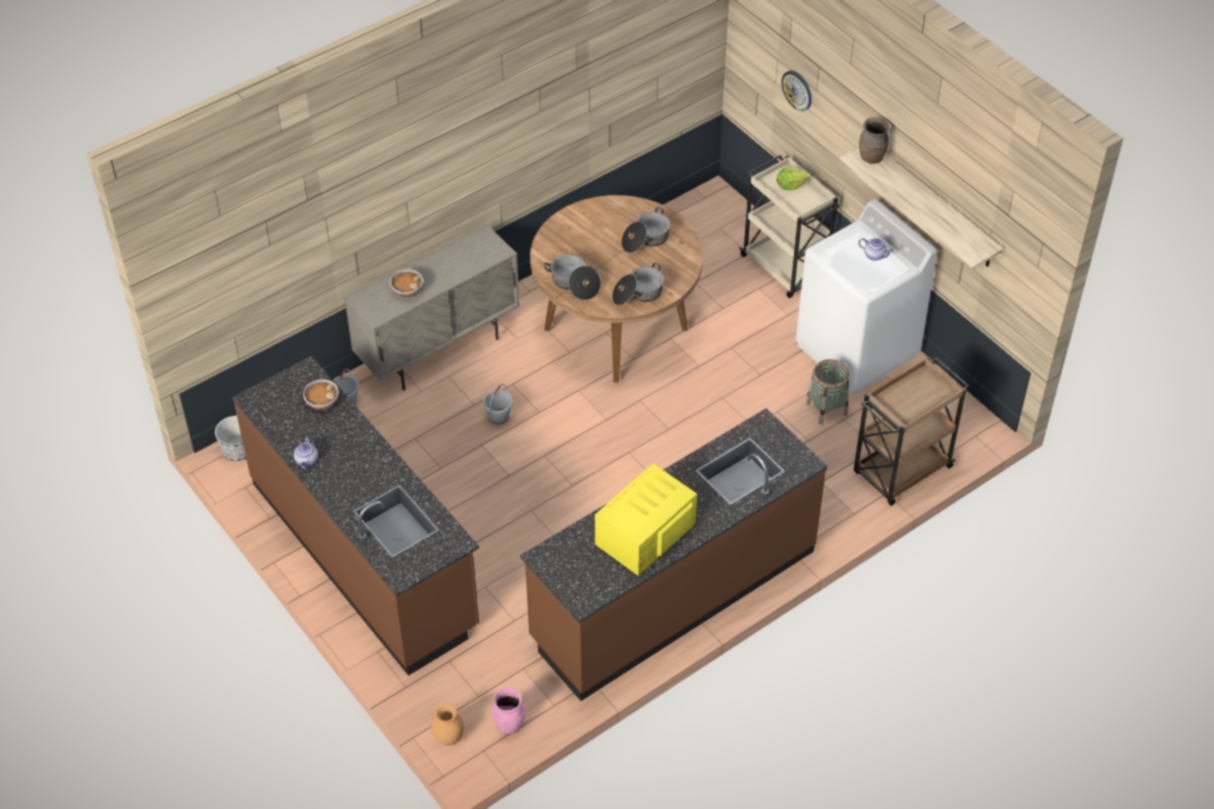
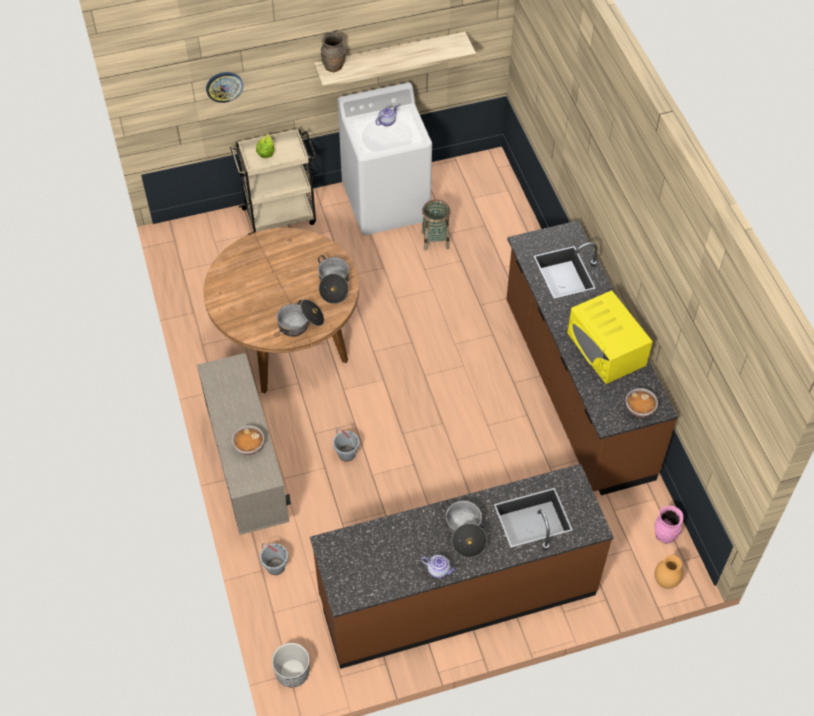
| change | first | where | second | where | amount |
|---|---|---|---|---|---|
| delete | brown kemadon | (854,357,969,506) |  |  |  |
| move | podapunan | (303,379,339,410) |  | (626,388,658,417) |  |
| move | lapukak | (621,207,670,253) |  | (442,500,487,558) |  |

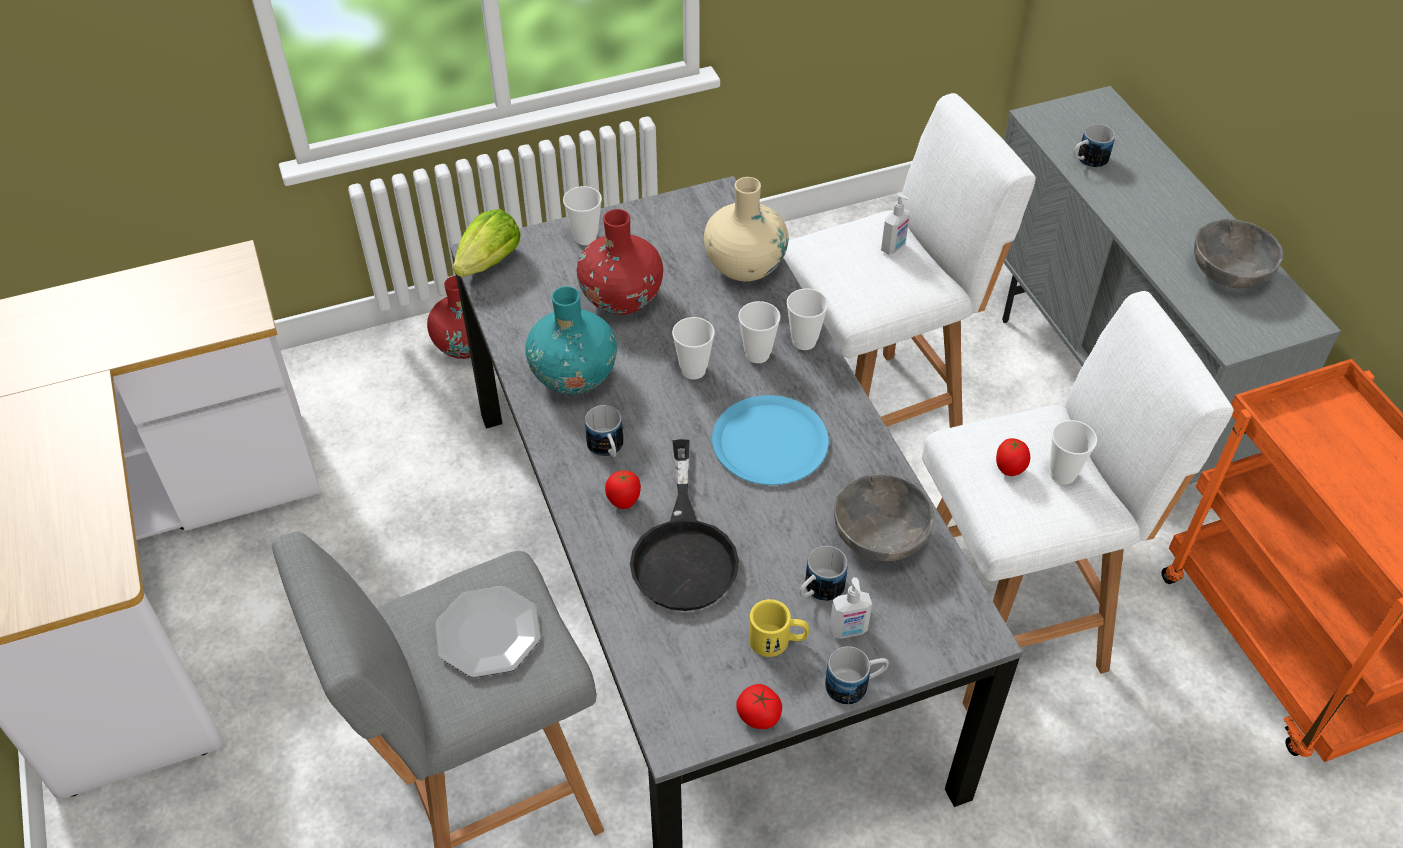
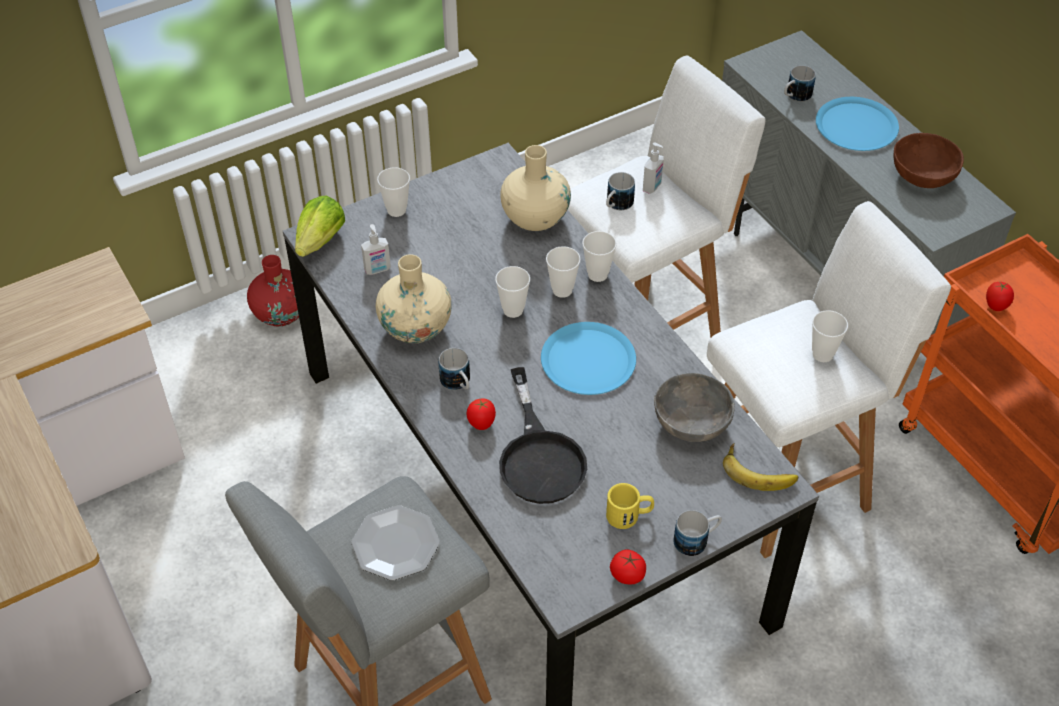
| change | first | where | second | where | amount |
|---|---|---|---|---|---|
| delete | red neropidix | (577,209,663,315) |  |  |  |
| insert |  |  | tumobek | (723,443,798,491) |  |
| insert |  |  | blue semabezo | (816,97,899,151) |  |
| move | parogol | (799,546,847,601) |  | (606,172,635,210) |  |
| move | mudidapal | (829,577,872,639) |  | (361,224,391,275) |  |
| move | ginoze | (996,438,1030,476) |  | (986,281,1014,311) |  |
| recolor | turquoise neropidix | (525,286,617,395) | beige neropidix | (376,254,452,343) |  |
| recolor | grey podapunan | (1194,219,1283,289) | brown podapunan | (893,133,964,188) |  |

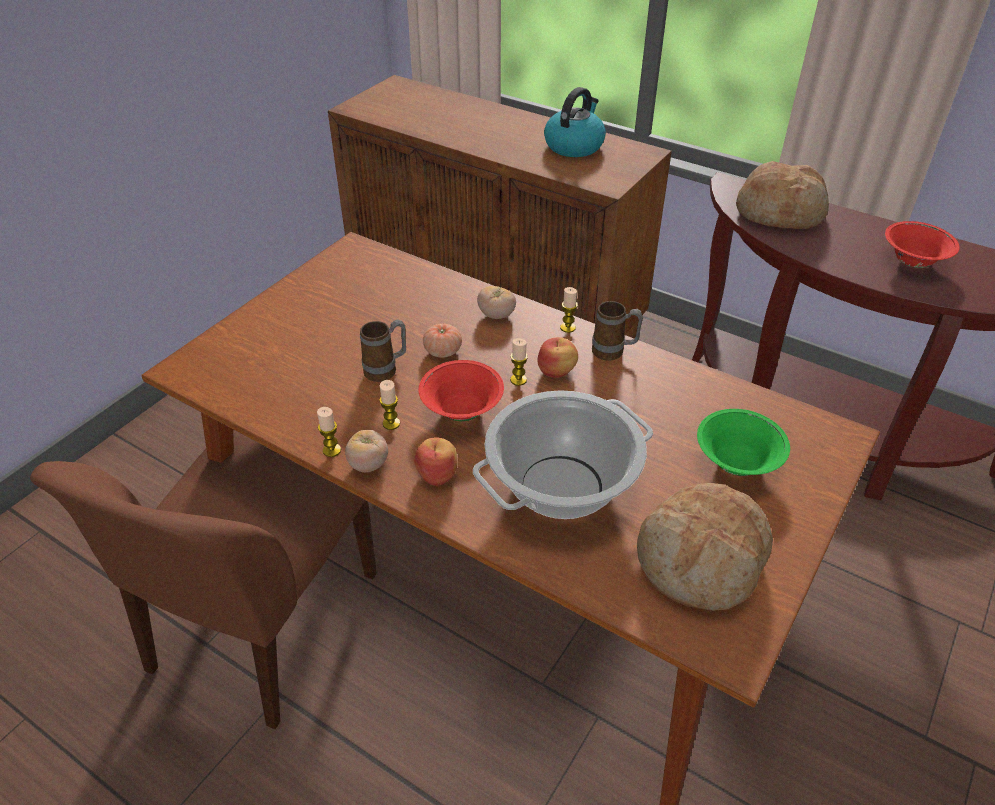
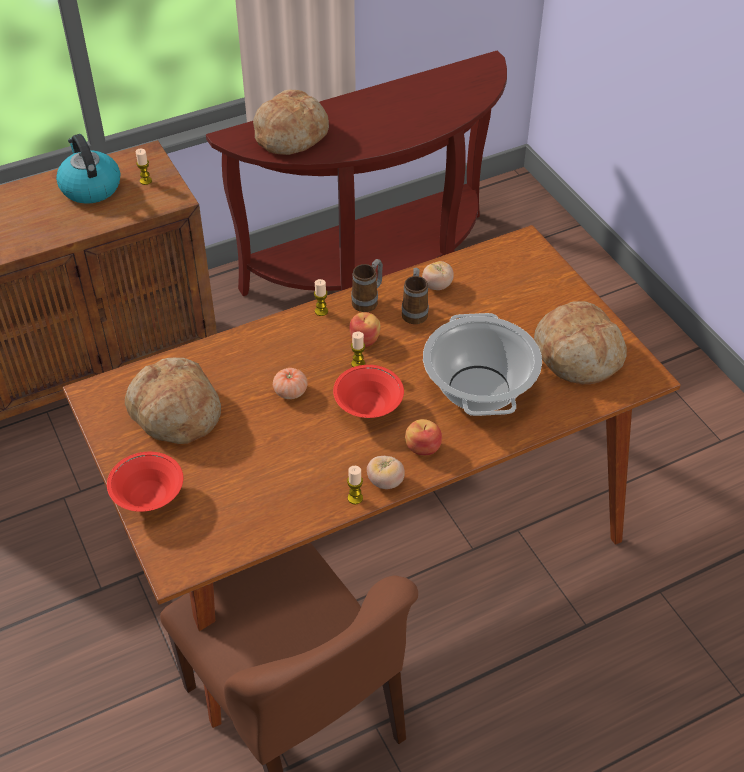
| change | first | where | second | where | amount |
|---|---|---|---|---|---|
| delete | green podapunan | (697,409,790,476) |  |  |  |
| insert |  |  | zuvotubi | (125,358,221,444) |  |
| move | parogol | (360,319,406,382) |  | (402,267,429,324) |  |
| move | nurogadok | (379,380,400,430) |  | (136,149,152,185) |  |
| move | ginoze | (477,286,516,319) |  | (422,261,454,290) |  |
| move | red podapunan | (885,221,960,268) |  | (107,452,183,512) |  |

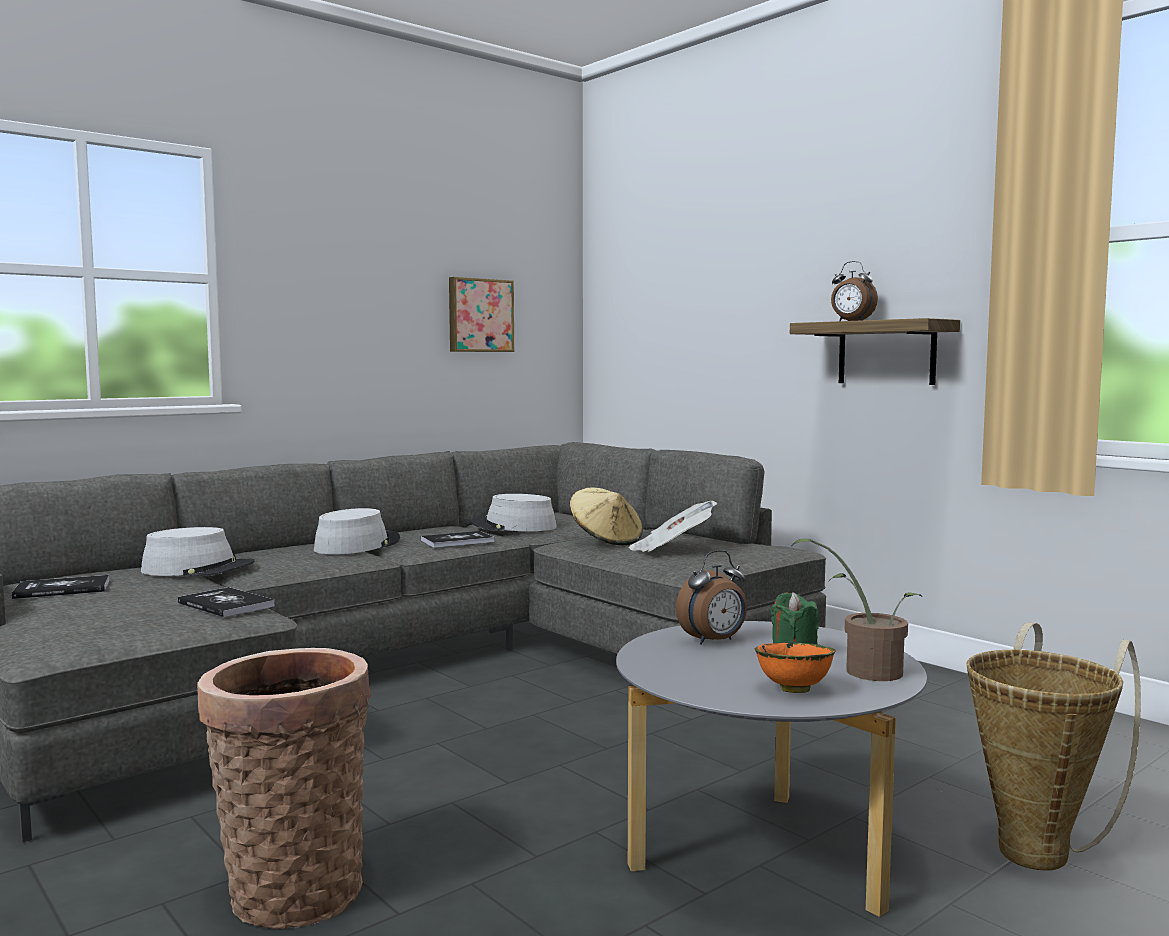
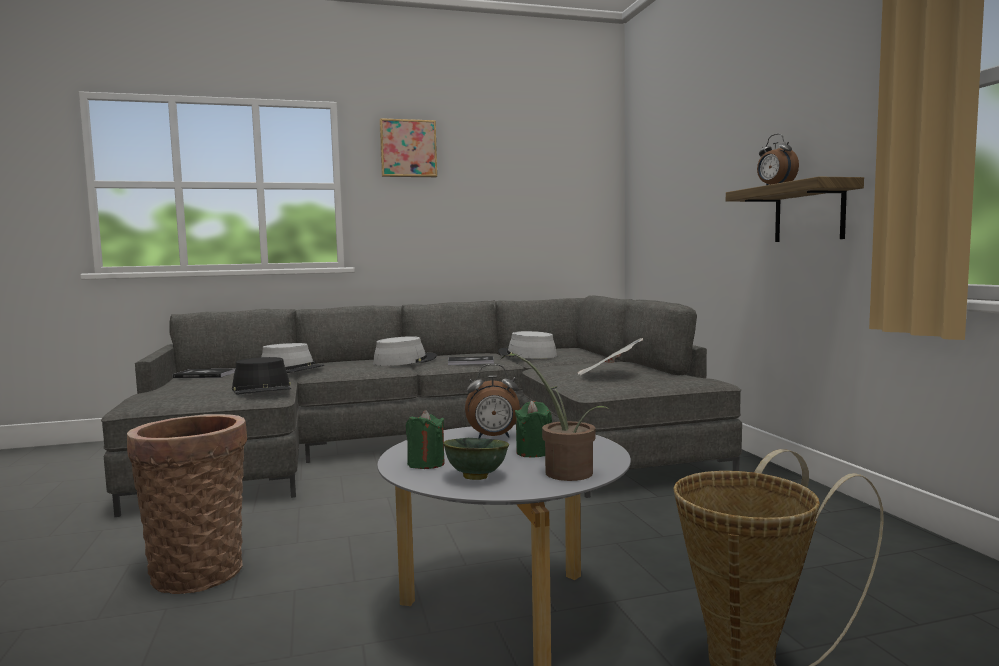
| change | first | where | second | where | amount |
|---|---|---|---|---|---|
| delete | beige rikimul | (570,488,643,545) |  |  |  |
| insert |  |  | green nurogadok | (406,410,445,469) |  |
| move | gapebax | (449,277,514,352) |  | (379,118,437,177) |  |
| replace | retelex | (178,587,275,618) | black rikimul | (232,357,291,395) |  |
| recolor | orange podapunan | (755,643,835,693) | green podapunan | (443,438,509,480) |  |

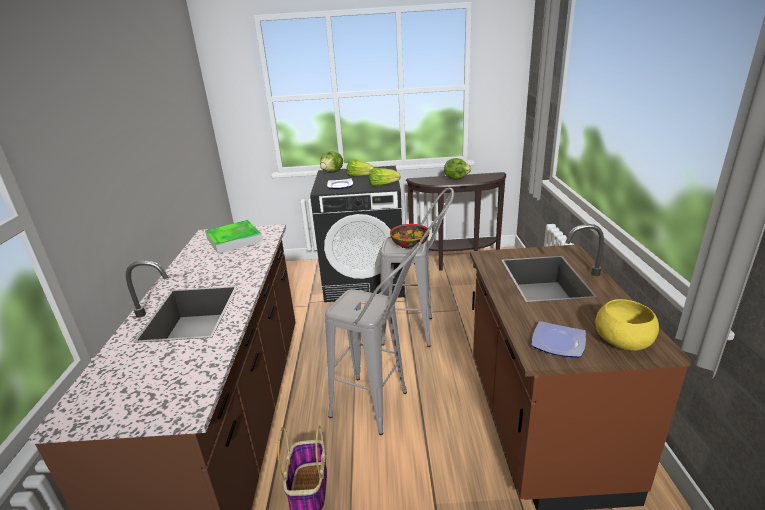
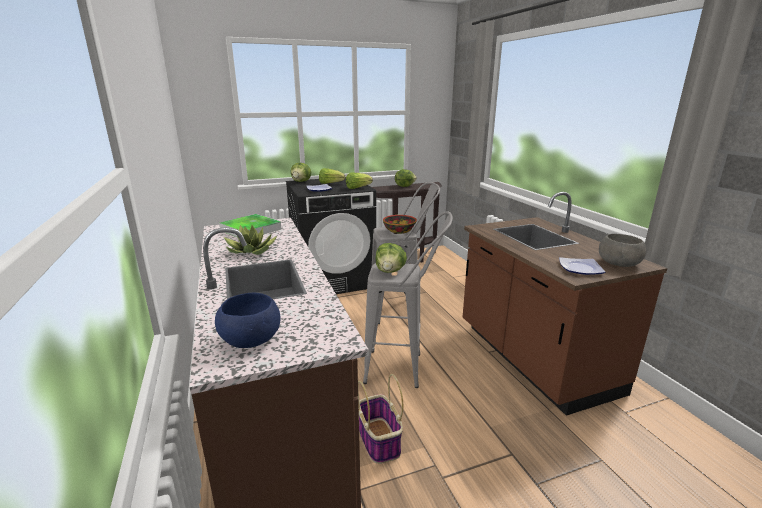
| change | first | where | second | where | amount |
|---|---|---|---|---|---|
| insert |  |  | blue podapunan | (215,293,281,348) |  |
| insert |  |  | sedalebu | (224,225,277,255) |  |
| insert |  |  | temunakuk | (375,243,407,273) |  |
| recolor | yellow podapunan | (595,299,659,351) | grey podapunan | (599,234,646,267) |  |

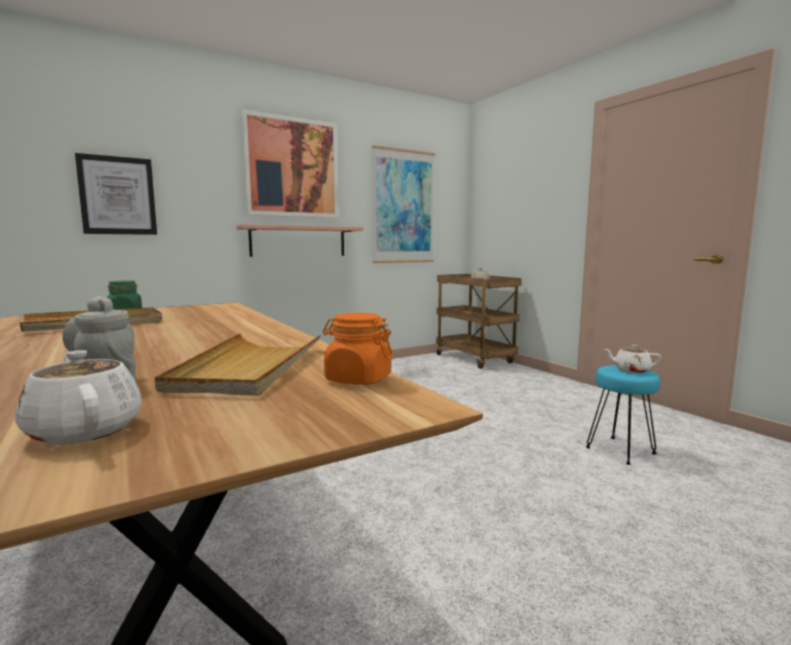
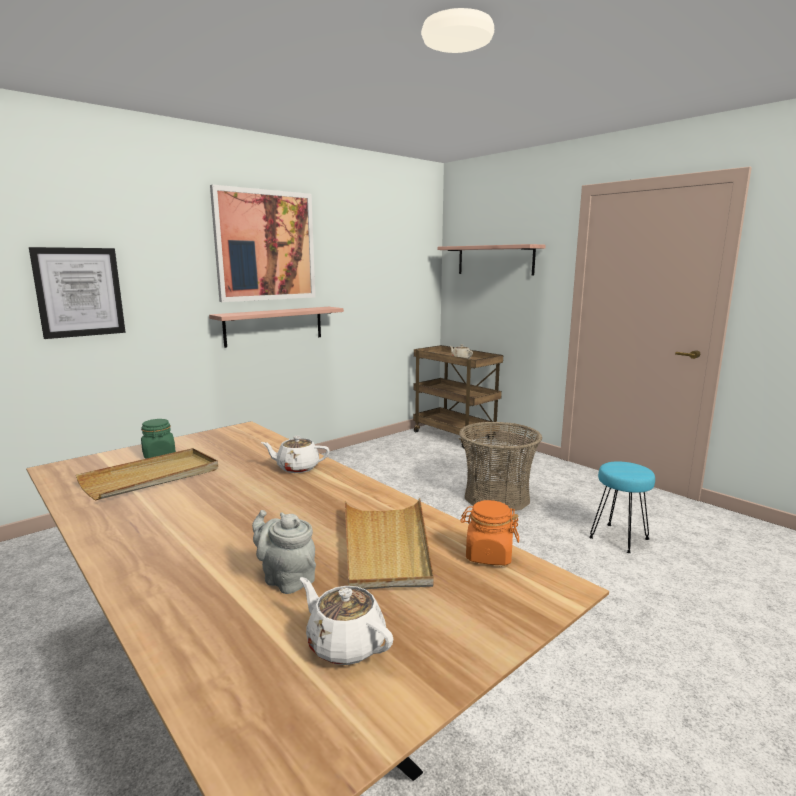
| change | first | where | second | where | amount |
|---|---|---|---|---|---|
| delete | gapebax | (372,145,435,263) |  |  |  |
| insert |  |  | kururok | (438,244,546,276) |  |
| insert |  |  | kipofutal | (459,422,542,511) |  |
| move | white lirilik | (604,345,662,373) |  | (261,436,330,473) |  |

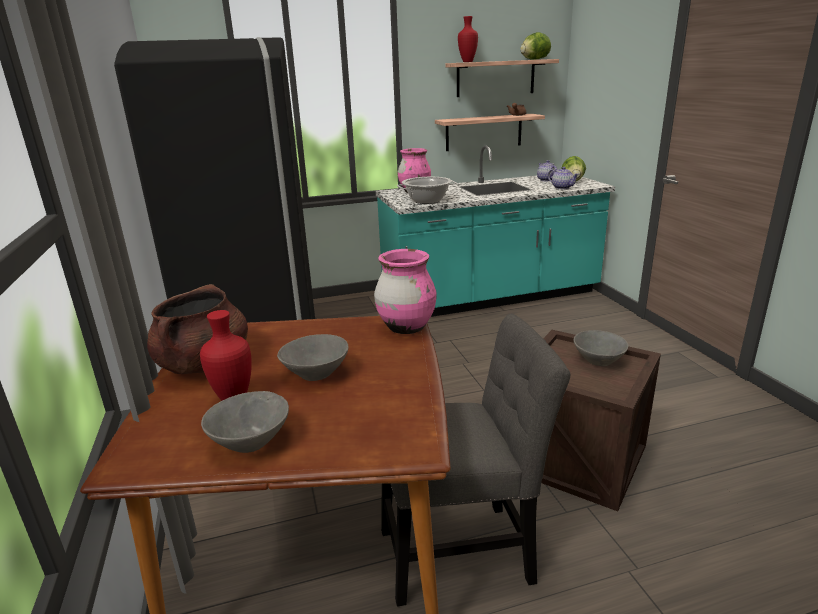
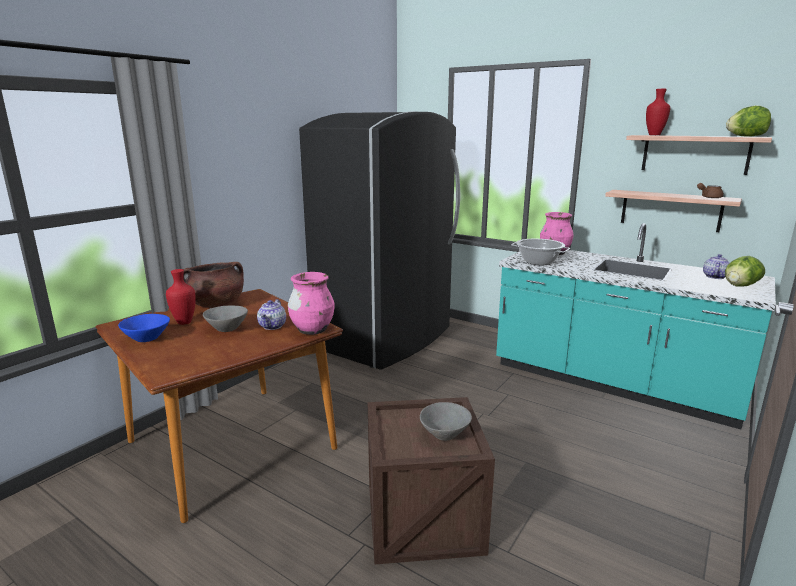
| change | first | where | second | where | amount |
|---|---|---|---|---|---|
| delete | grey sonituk | (381,313,570,607) |  |  |  |
| move | lirilik | (548,167,579,189) |  | (257,299,286,330) |  |
| recolor | grey podapunan | (201,391,289,453) | blue podapunan | (118,314,170,342) |  |

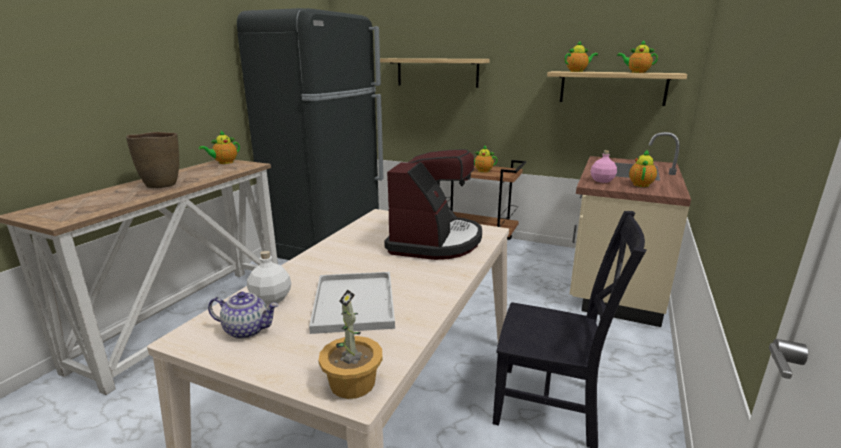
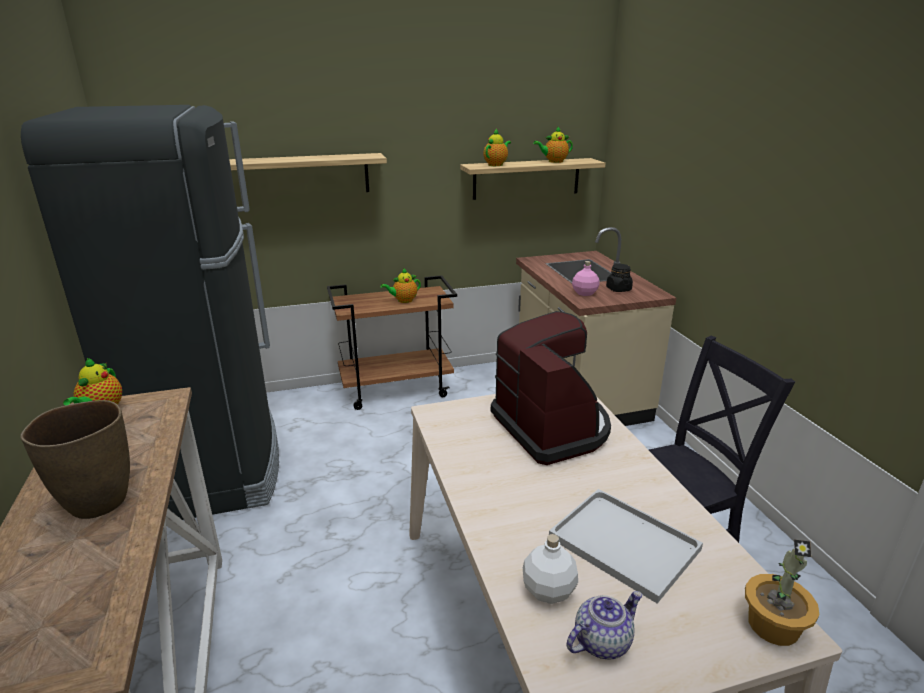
| change | first | where | second | where | amount |
|---|---|---|---|---|---|
| replace | lirilik | (629,150,657,187) | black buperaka | (606,264,633,292) |  |

